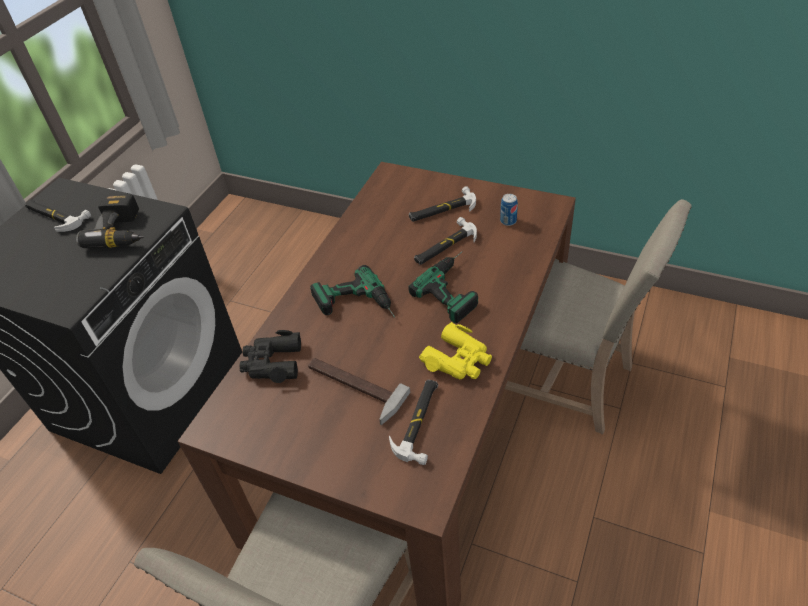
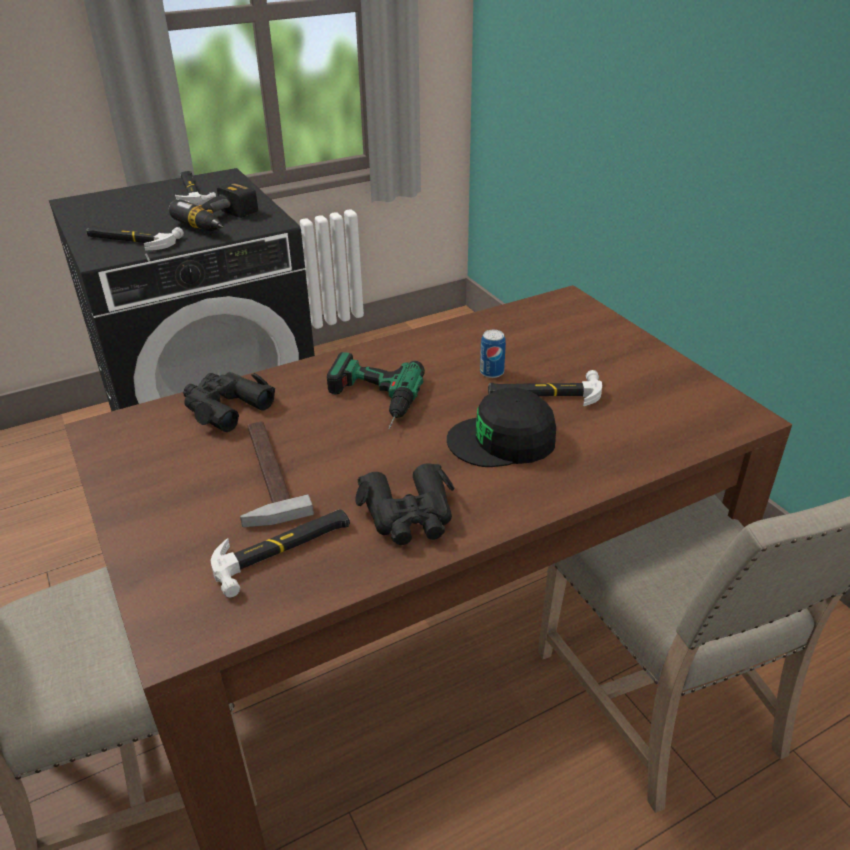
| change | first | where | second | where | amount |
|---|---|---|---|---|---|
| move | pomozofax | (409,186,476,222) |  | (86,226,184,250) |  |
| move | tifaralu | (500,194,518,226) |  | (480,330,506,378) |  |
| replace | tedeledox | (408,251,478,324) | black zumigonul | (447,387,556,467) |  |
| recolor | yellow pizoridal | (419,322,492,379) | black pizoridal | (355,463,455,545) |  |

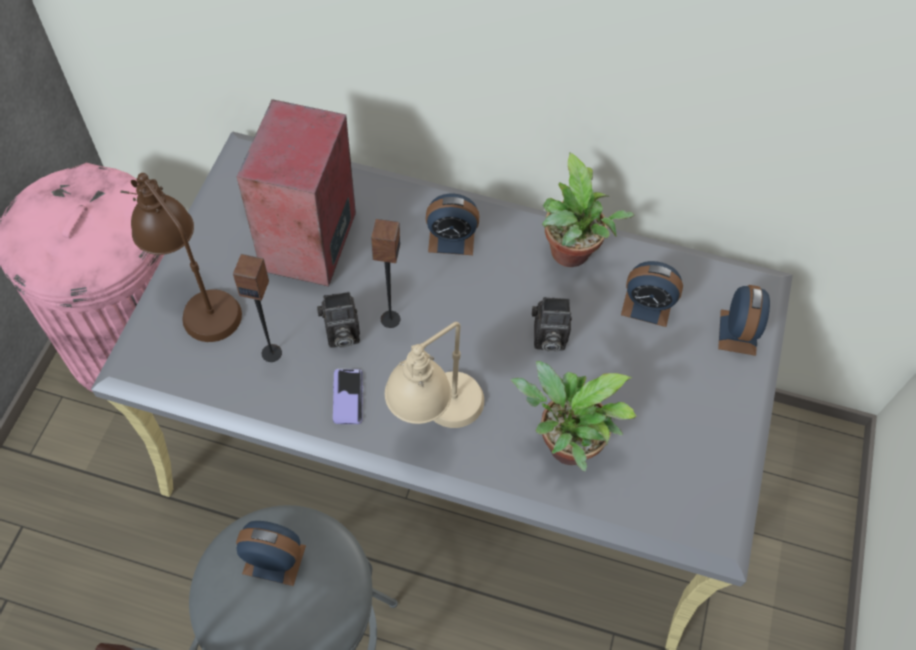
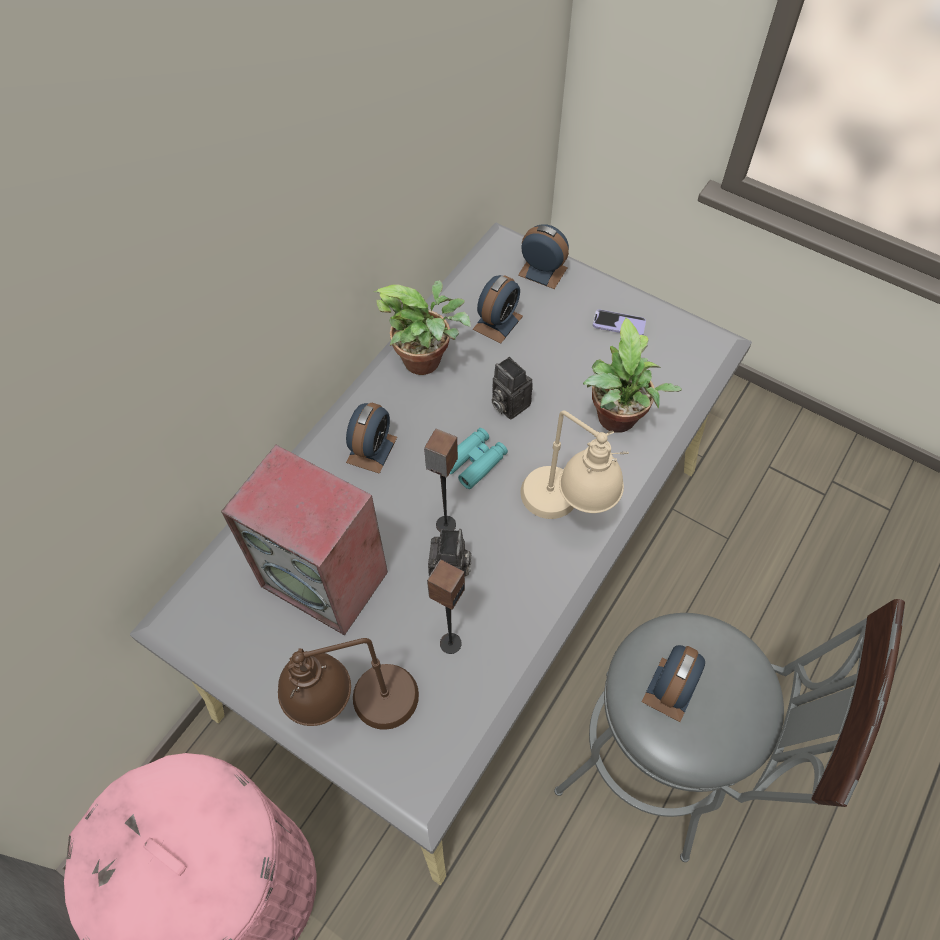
| change | first | where | second | where | amount |
|---|---|---|---|---|---|
| insert |  |  | turquoise pizoridal | (449,428,508,489) |  |
| move | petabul | (333,369,363,424) |  | (593,309,646,335) |  |
| rotate | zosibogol | (532,297,572,352) |  | (491,357,533,419) | 120 degrees clockwise |

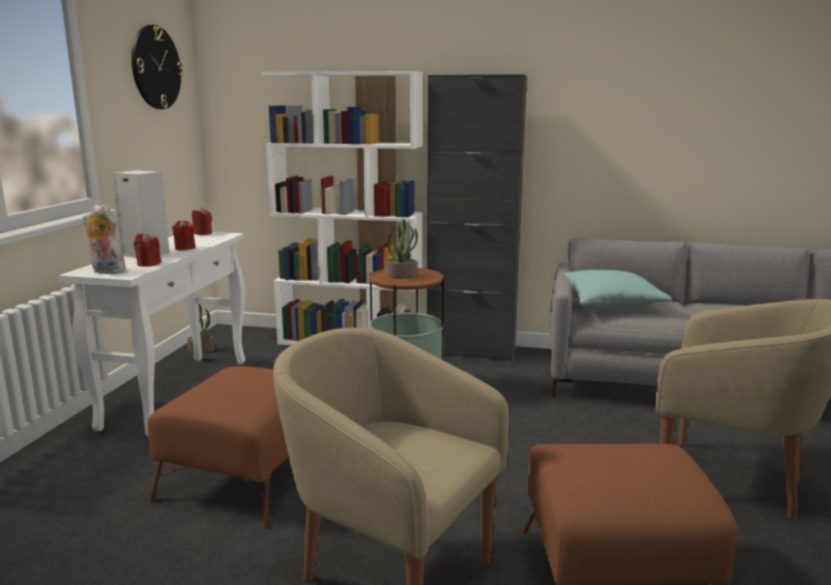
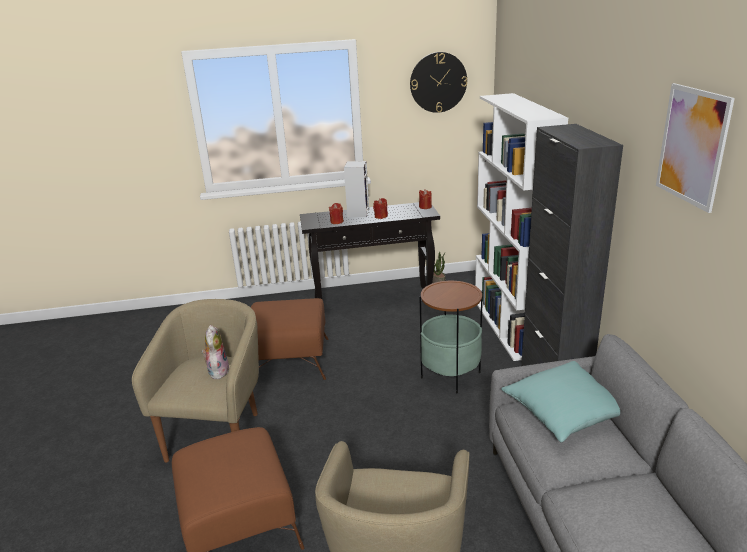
| change | first | where | second | where | amount |
|---|---|---|---|---|---|
| delete | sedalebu | (386,219,418,279) |  |  |  |
| insert |  |  | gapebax | (656,83,735,213) |  |
| move | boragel | (83,204,126,274) |  | (201,325,229,379) |  |
| recolor | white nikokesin | (58,232,245,436) | black nikokesin | (300,202,440,299) |  |

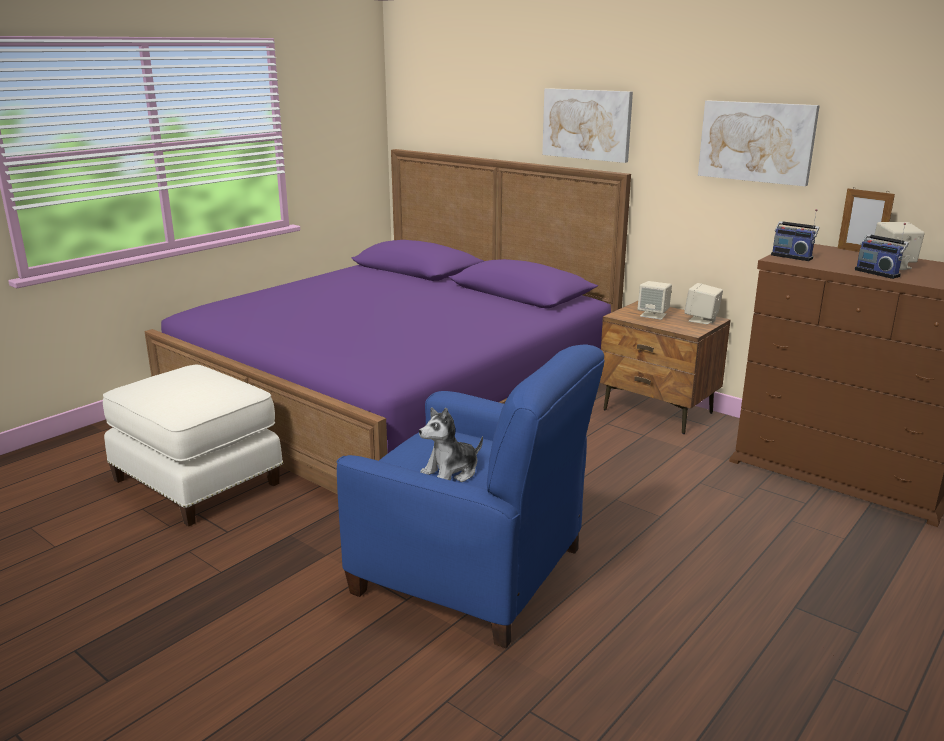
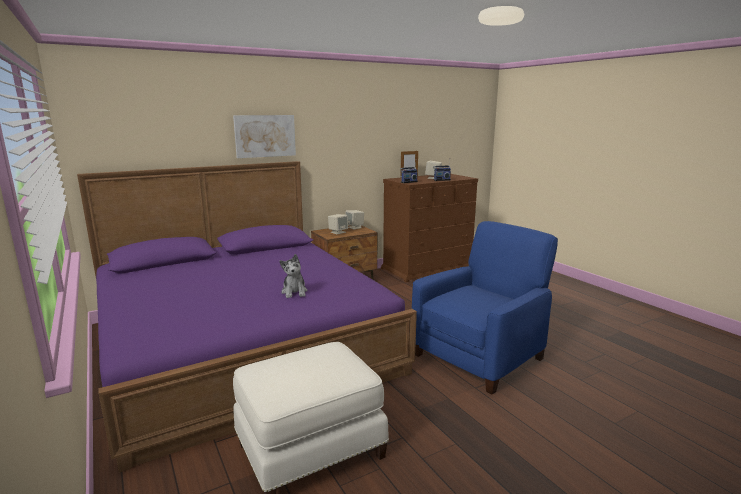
| change | first | where | second | where | amount |
|---|---|---|---|---|---|
| delete | gapebax | (698,100,820,186) |  |  |  |
| move | boragel | (419,407,483,482) |  | (280,254,308,298) |  |

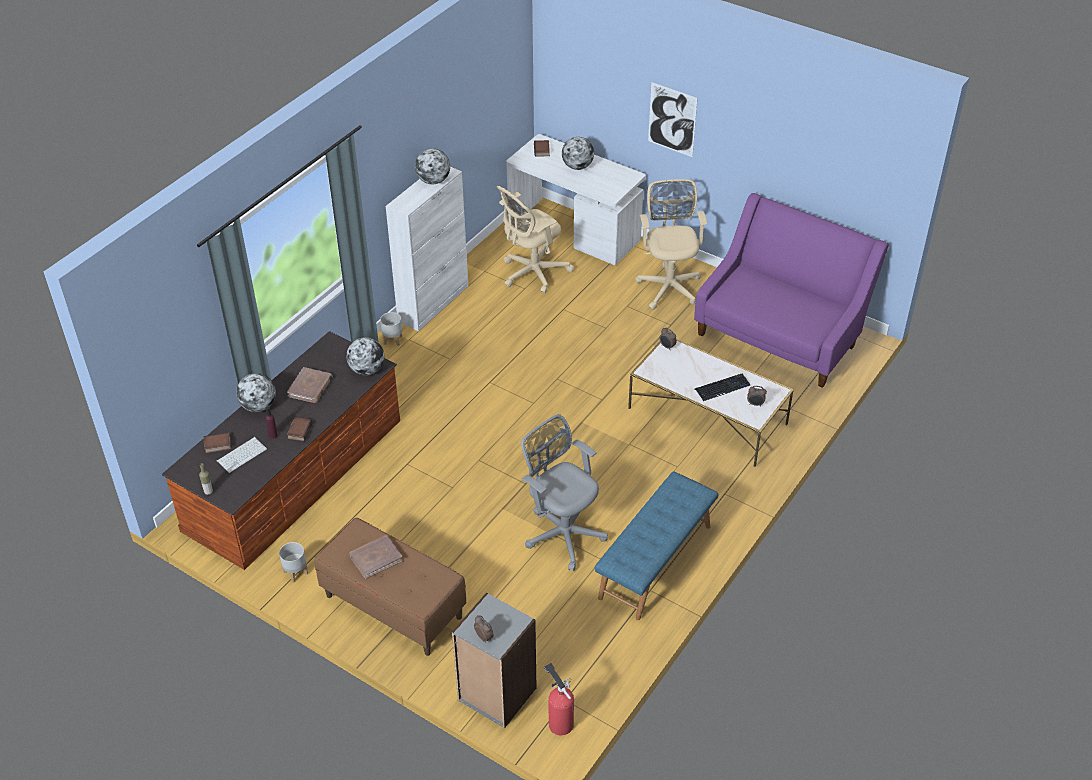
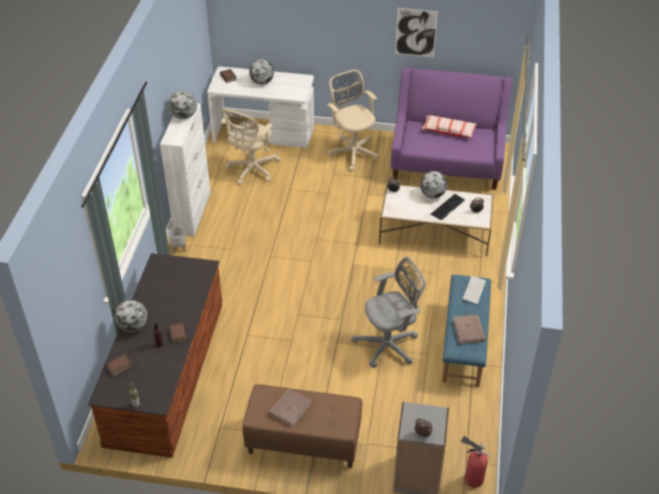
| change | first | where | second | where | amount |
|---|---|---|---|---|---|
| delete | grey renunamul | (279,542,308,582) |  |  |  |
| insert |  |  | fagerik | (421,115,477,138) |  |
| move | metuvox | (216,437,267,473) |  | (462,276,486,304) |  |
| move | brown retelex | (287,367,333,403) |  | (453,315,485,344) |  |
| move | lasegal | (346,337,384,375) |  | (420,171,448,198) |  |
| move | gapebax | (648,82,697,157) |  | (395,8,438,57) |  |
| rotate | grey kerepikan | (521,414,608,571) |  | (351,257,426,368) | 135 degrees clockwise |

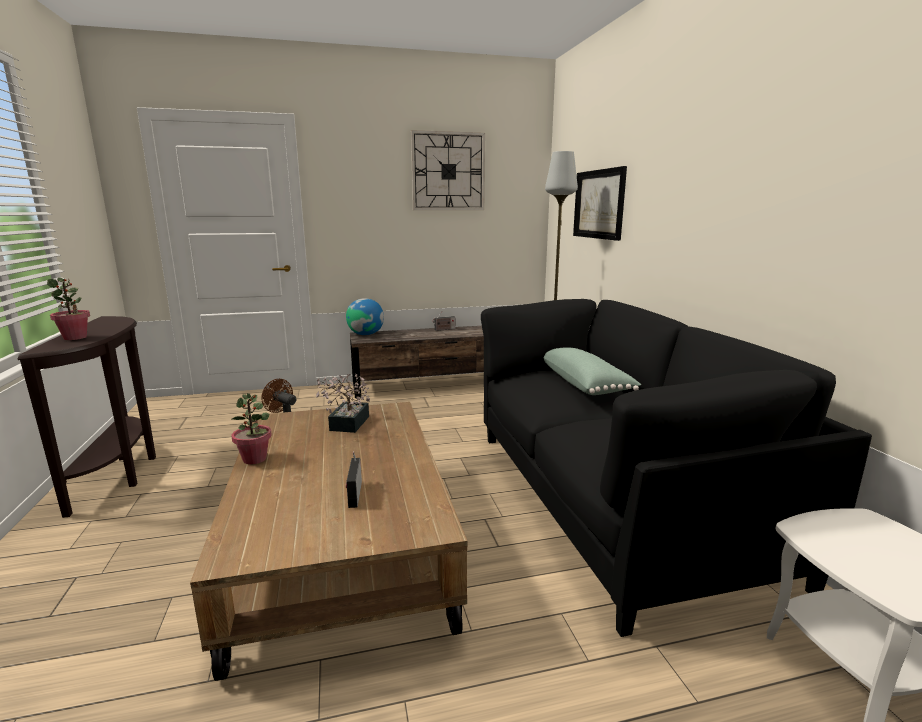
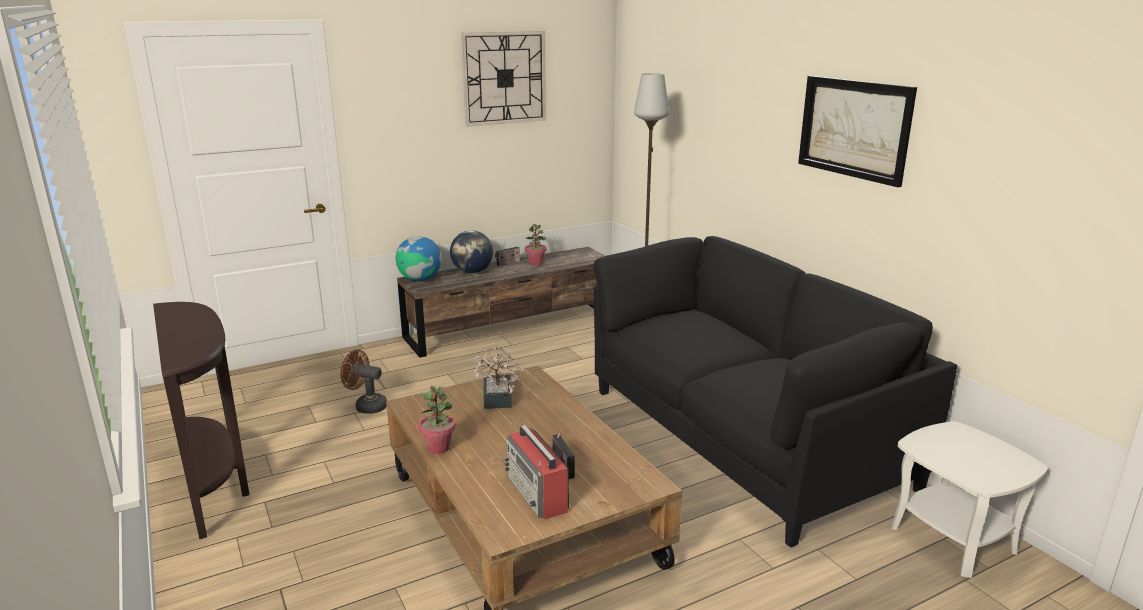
| change | first | where | second | where | amount |
|---|---|---|---|---|---|
| delete | green fagerik | (544,347,641,395) |  |  |  |
| insert |  |  | lasegal | (450,230,493,273) |  |
| insert |  |  | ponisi | (504,425,569,520) |  |
| move | sedalebu | (47,277,90,340) |  | (525,224,547,266) |  |
| move | gapebax | (573,166,627,241) |  | (798,76,917,187) |  |

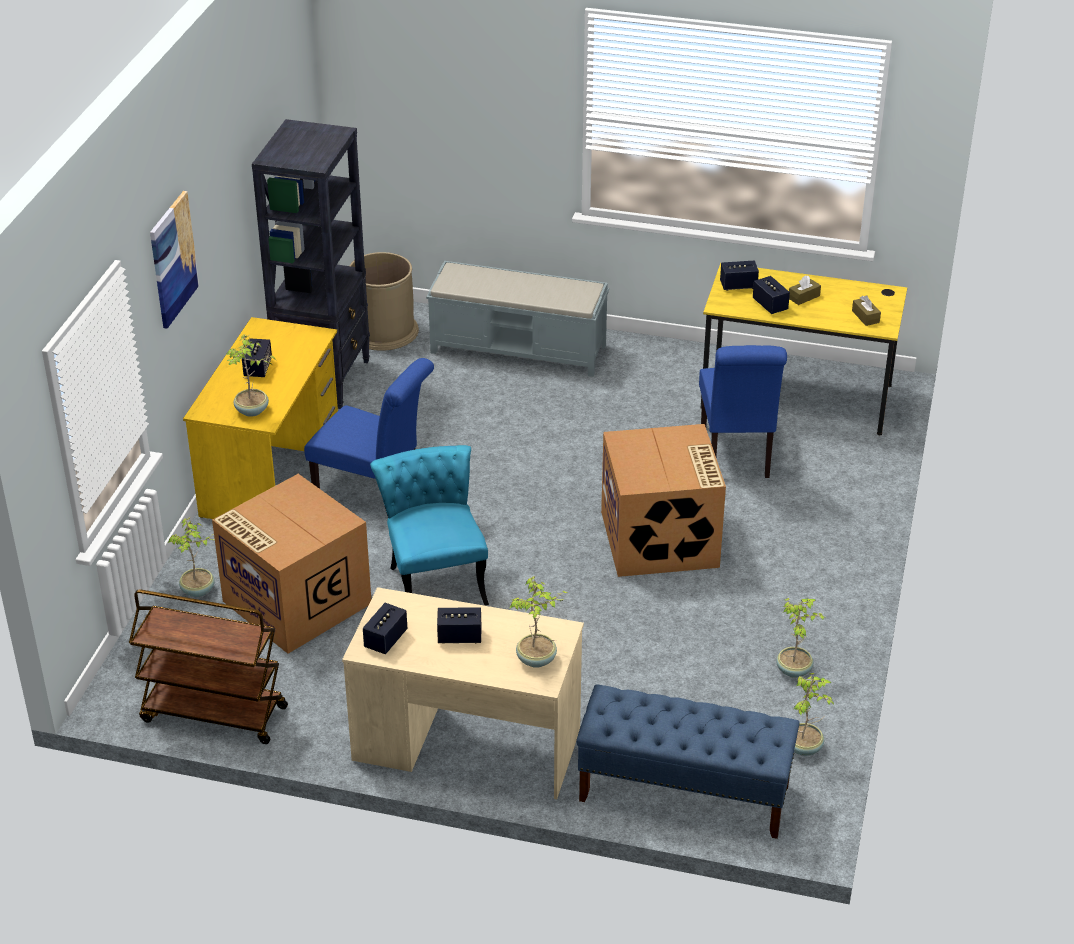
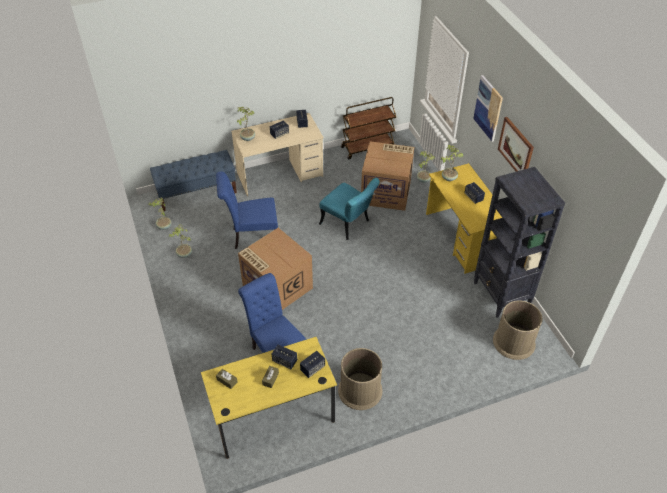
| change | first | where | second | where | amount |
|---|---|---|---|---|---|
| delete | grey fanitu | (426,261,609,377) |  |  |  |
| insert |  |  | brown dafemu | (338,348,383,410) |  |
| insert |  |  | gapebax | (498,117,534,172) |  |
| move | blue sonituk | (304,358,434,516) |  | (216,171,278,249) |  |

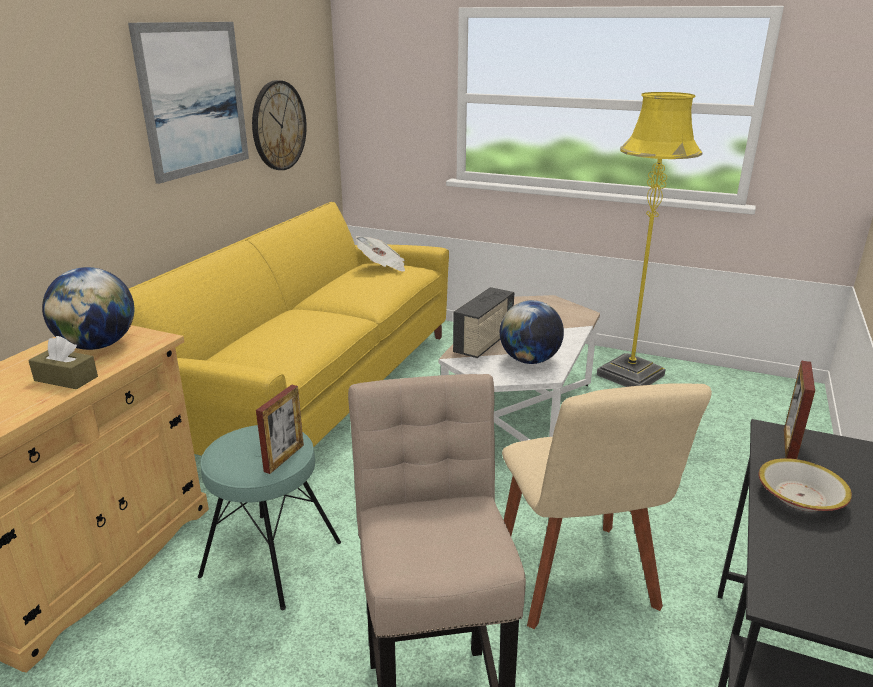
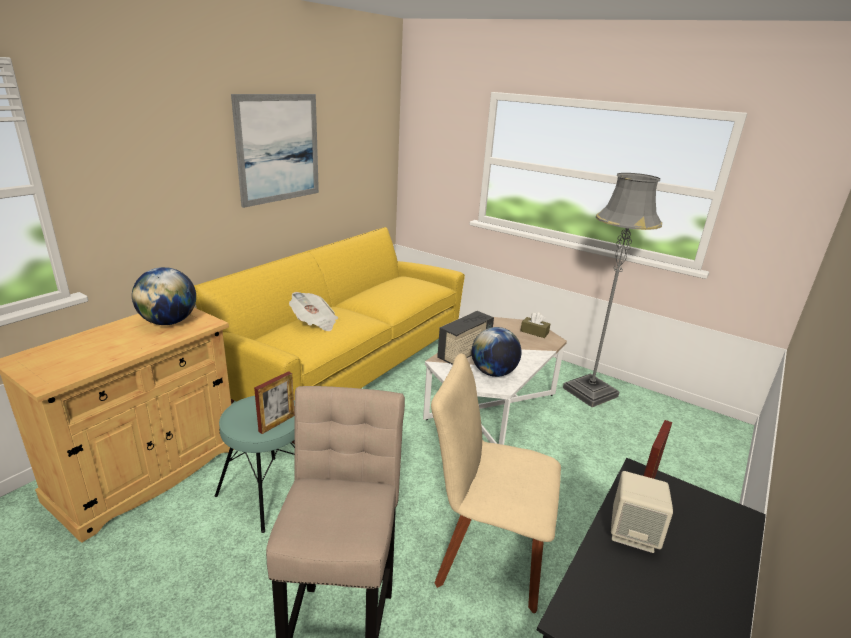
| change | first | where | second | where | amount |
|---|---|---|---|---|---|
| delete | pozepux | (252,80,307,170) |  |  |  |
| move | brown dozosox | (28,336,98,389) |  | (521,312,550,338) |  |
| move | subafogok | (355,236,405,272) |  | (289,292,338,331) |  |
| replace | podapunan | (759,458,852,511) | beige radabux | (611,471,673,553) |  |
| recolor | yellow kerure | (597,92,703,387) | grey kerure | (563,173,662,407) |  |
| rotate | beige sonituk | (502,383,712,629) |  | (431,353,561,613) | 105 degrees clockwise |

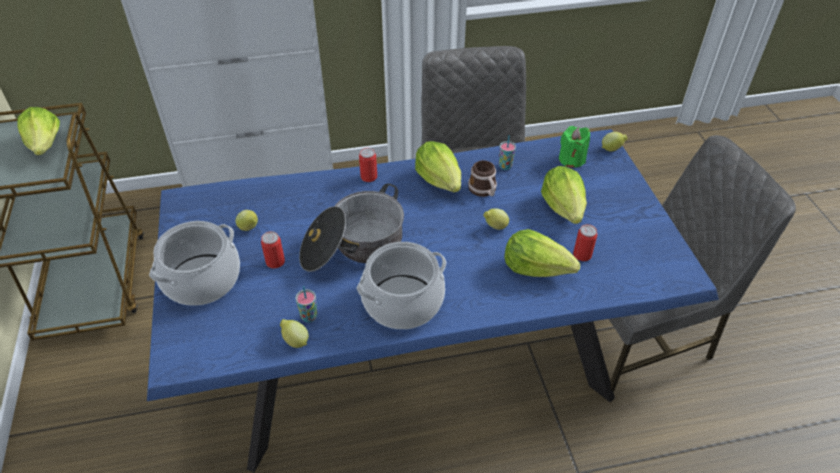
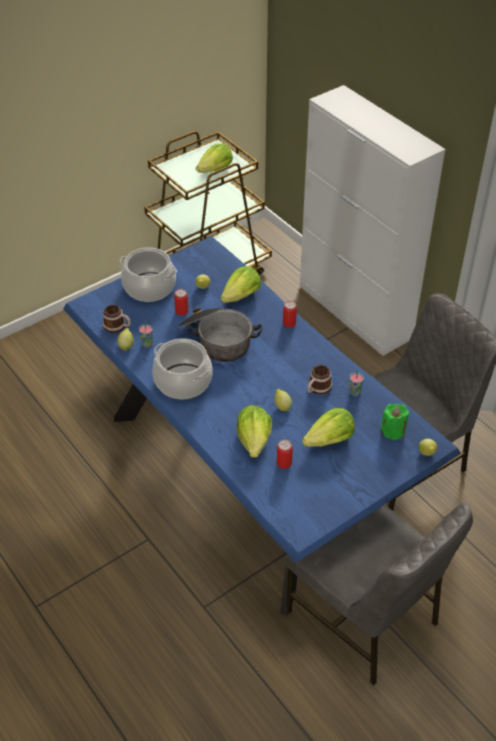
| change | first | where | second | where | amount |
|---|---|---|---|---|---|
| insert |  |  | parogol | (103,305,131,333) |  |
| move | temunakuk | (415,141,461,193) |  | (221,266,261,303) |  |

